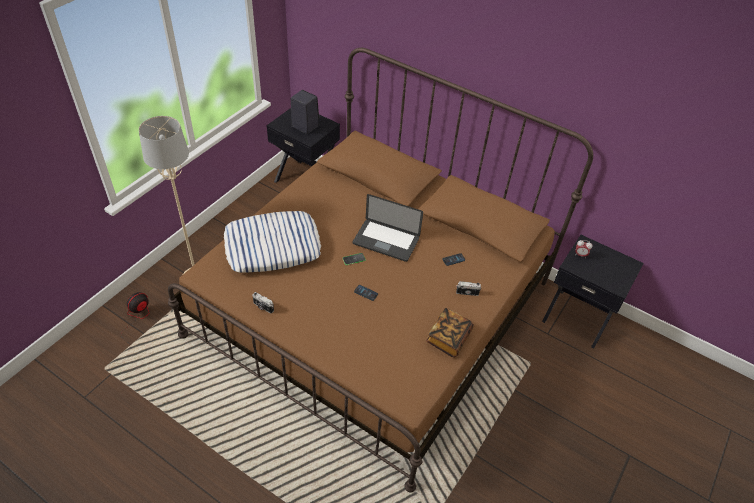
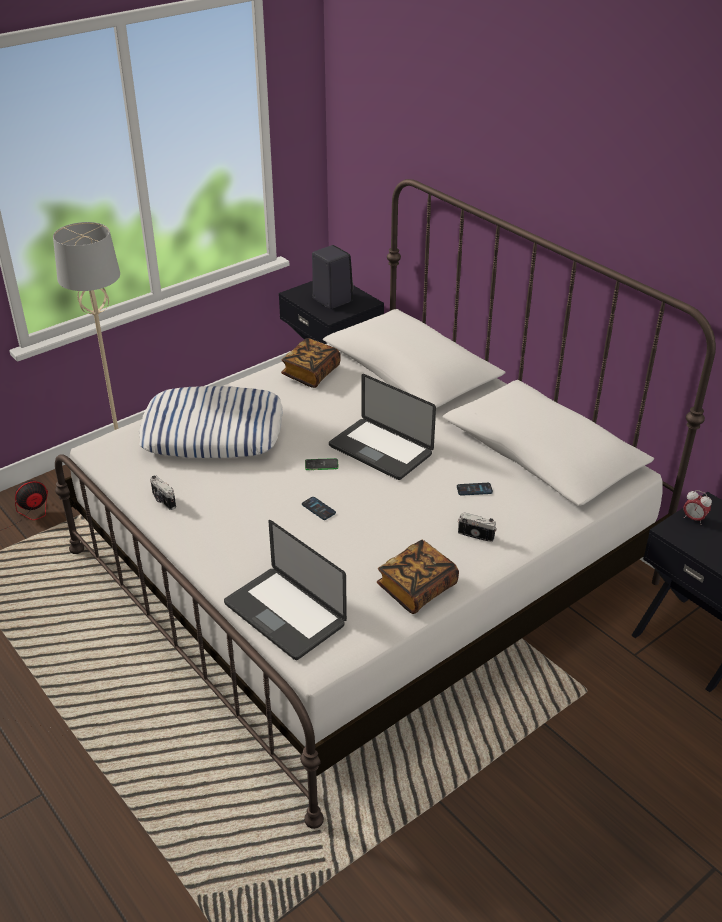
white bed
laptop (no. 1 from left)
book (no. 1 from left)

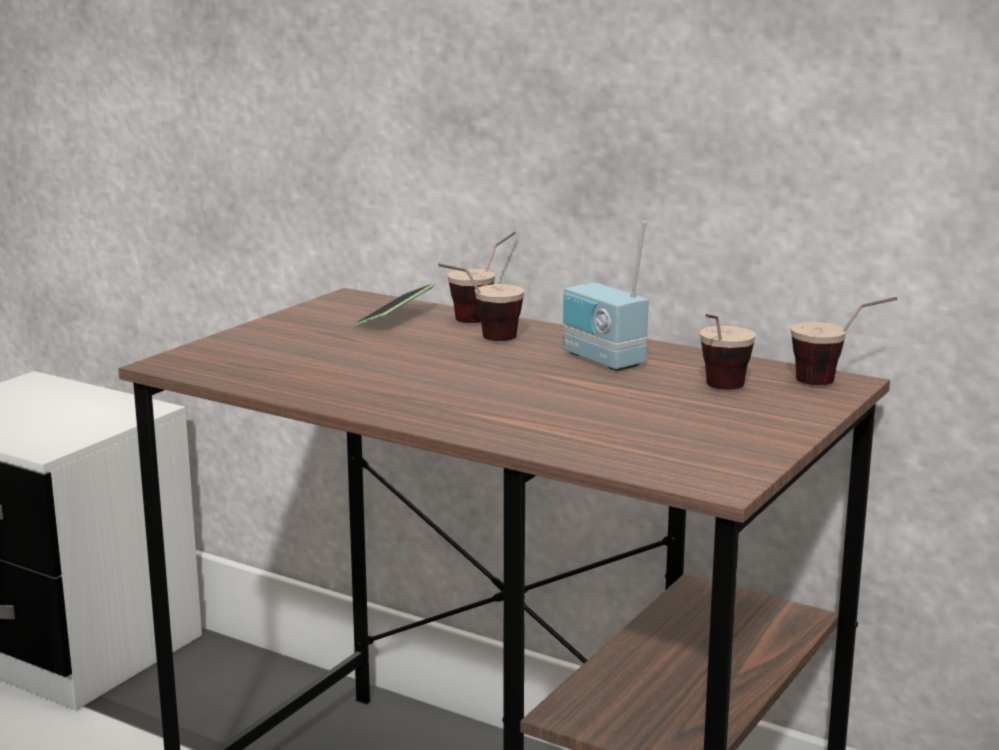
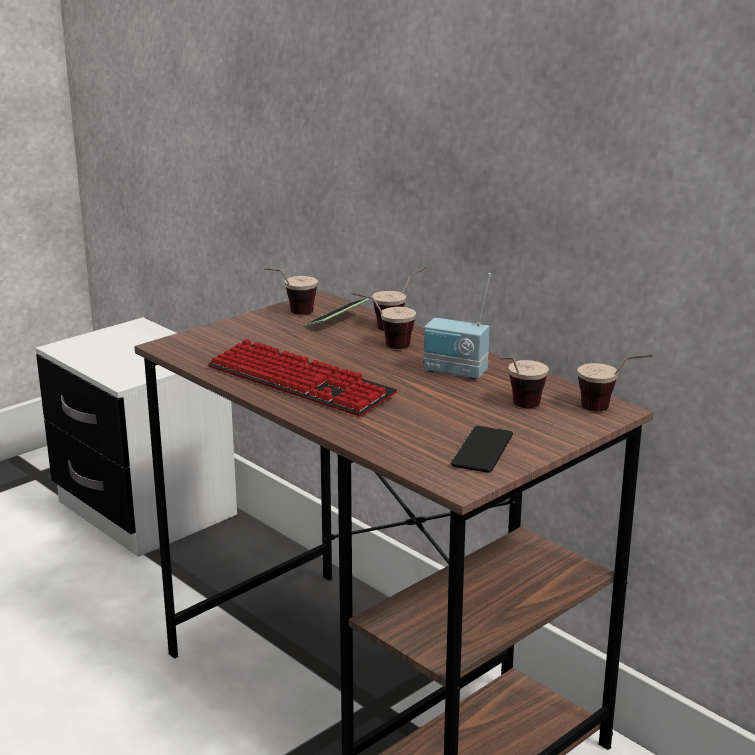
radio
keyboard
cup (no. 1 from left)
phone (no. 2 from left)

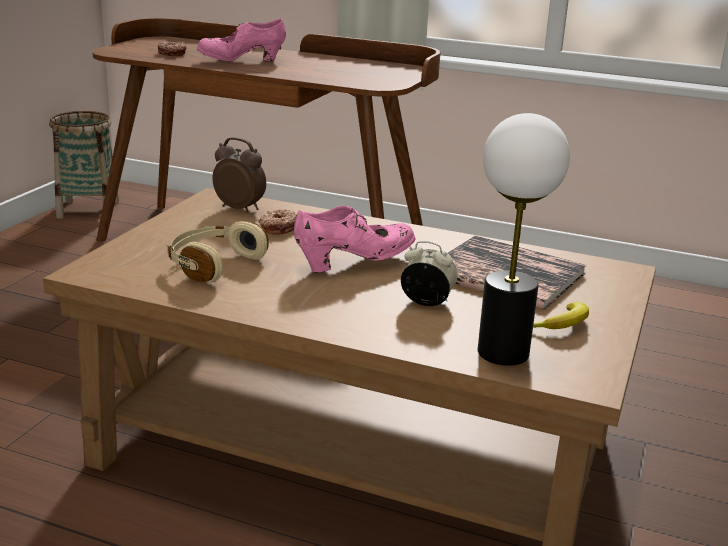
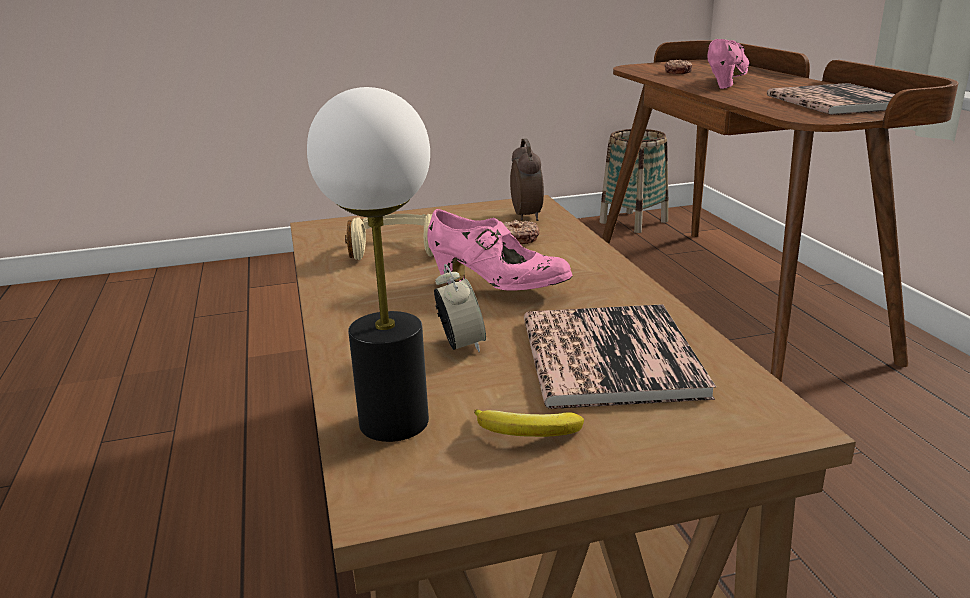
pink shoe (no. 2 from left)
book (no. 2 from left)

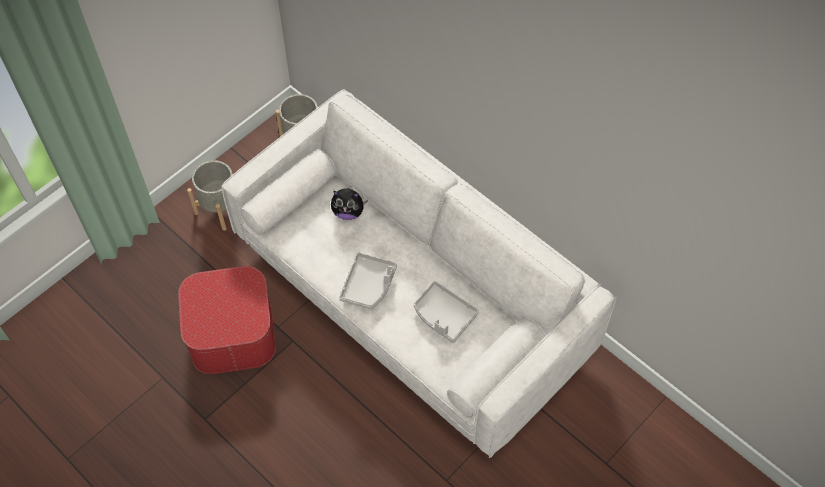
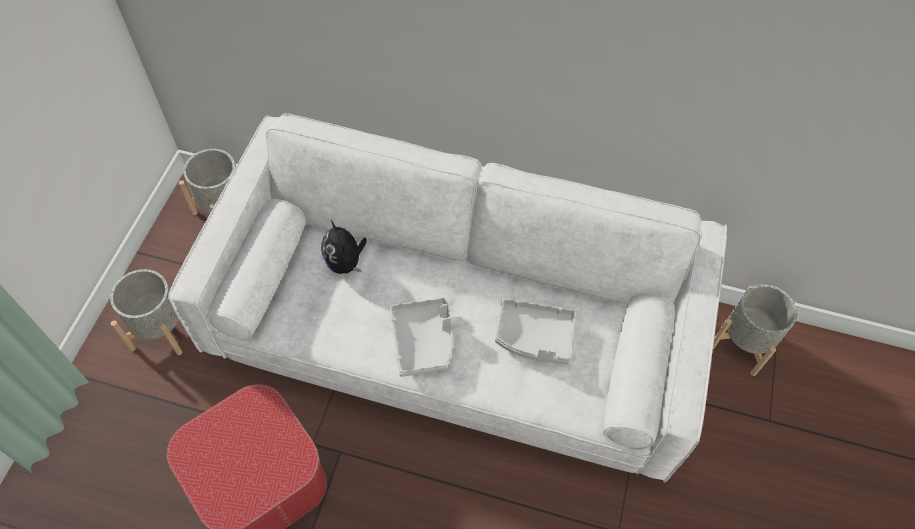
plush toy
grey planter (no. 3 from left)

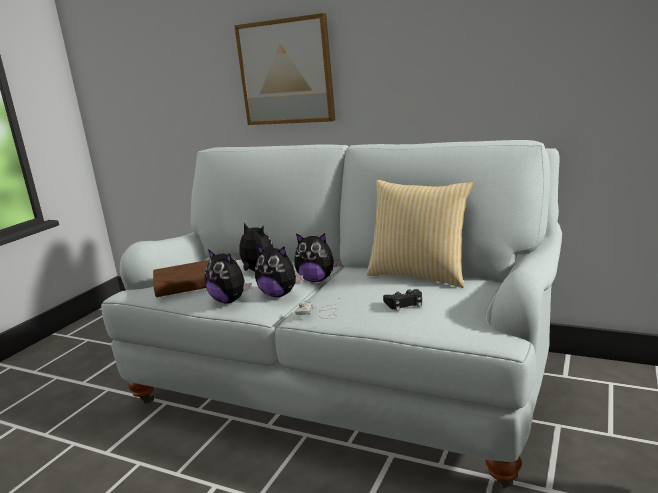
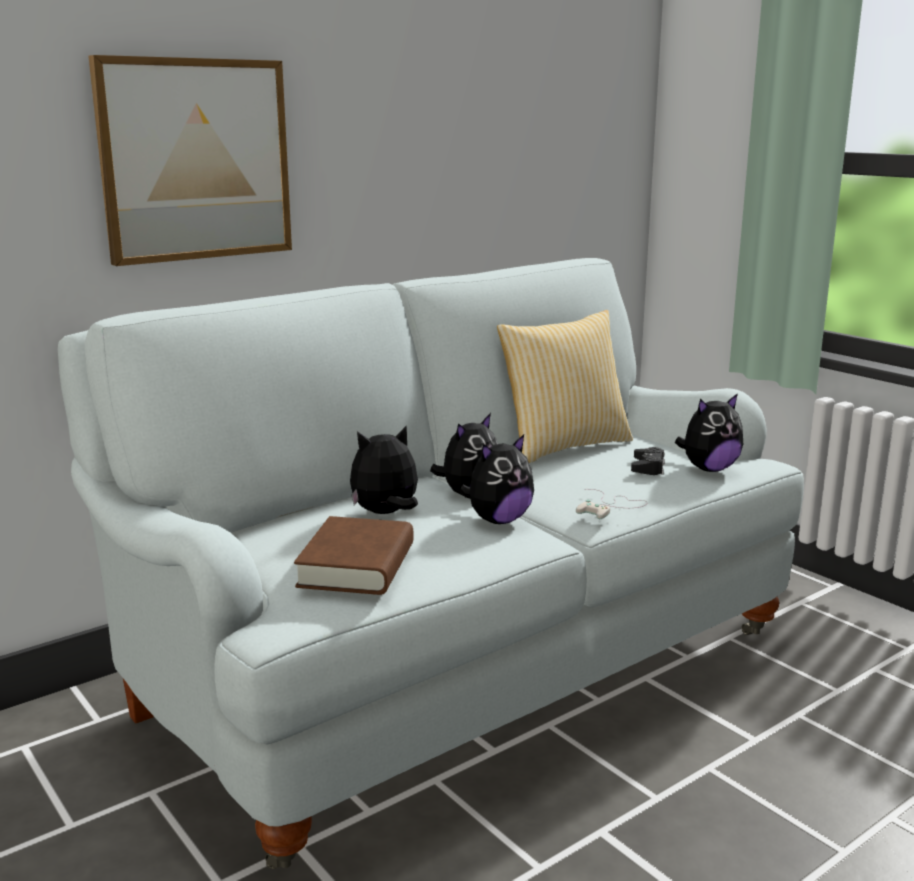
plush toy (no. 4 from left)

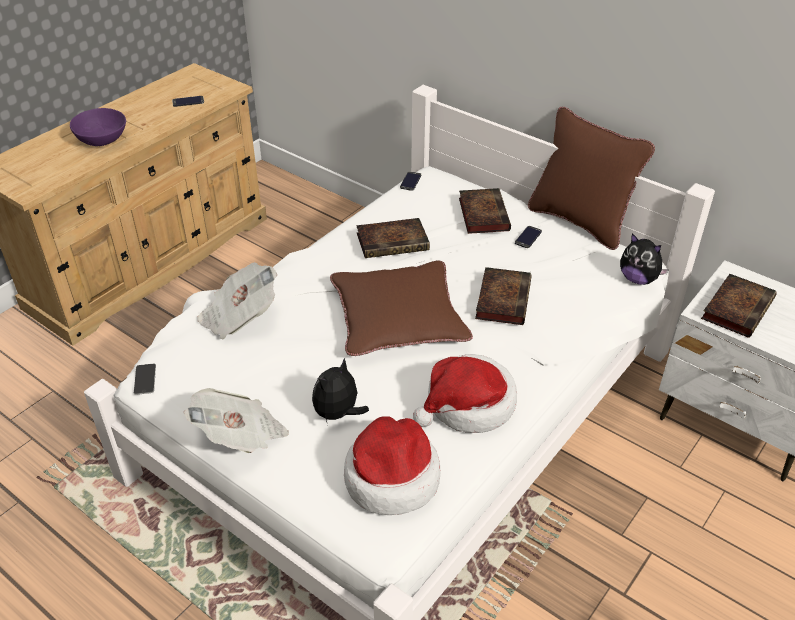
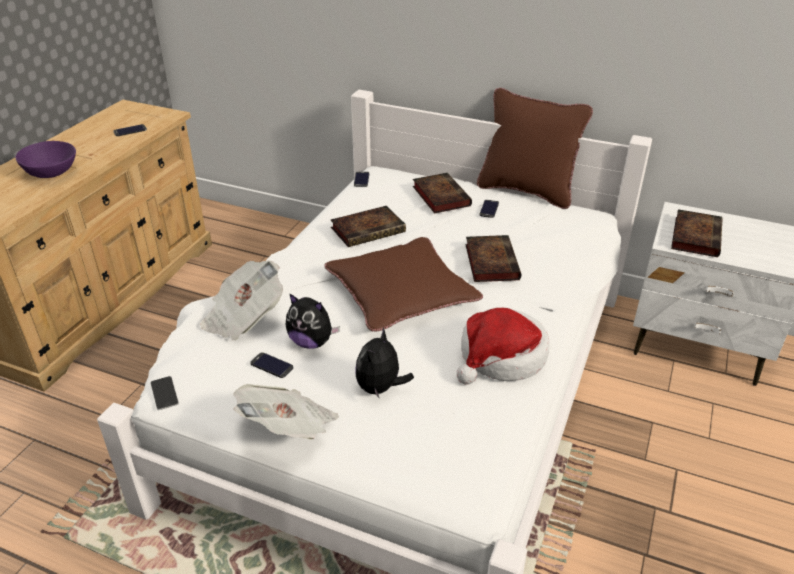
hat (no. 1 from left in the first image)
plush toy (no. 1 from left)
phone (no. 3 from left)

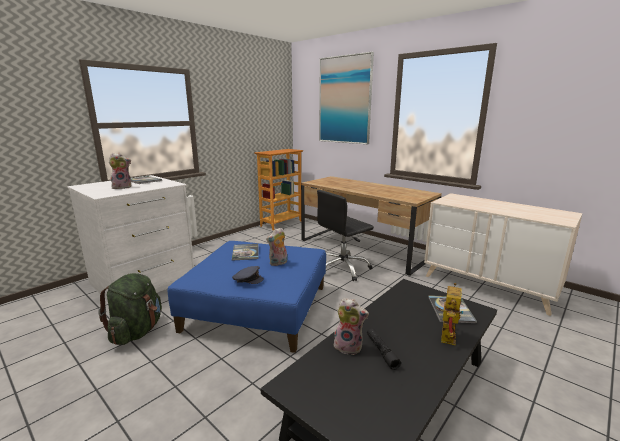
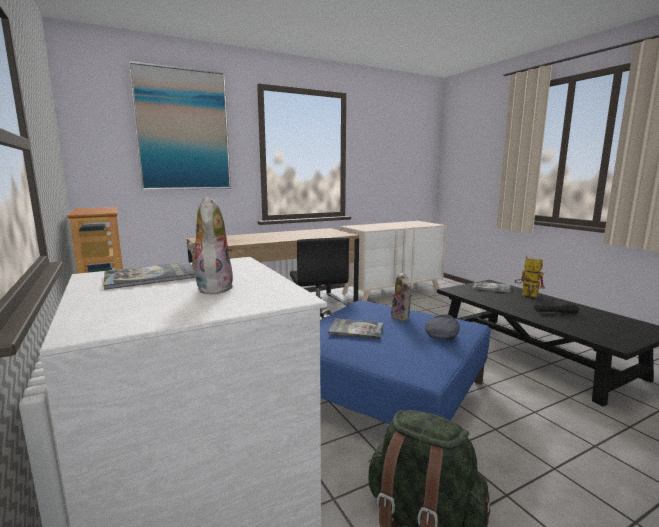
plush toy (no. 3 from left in the first image)

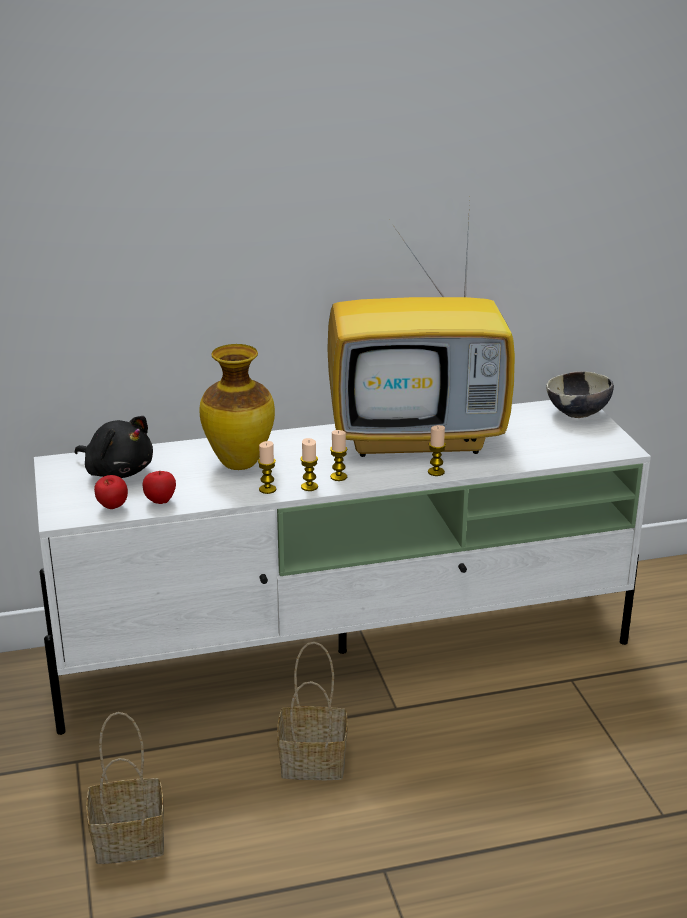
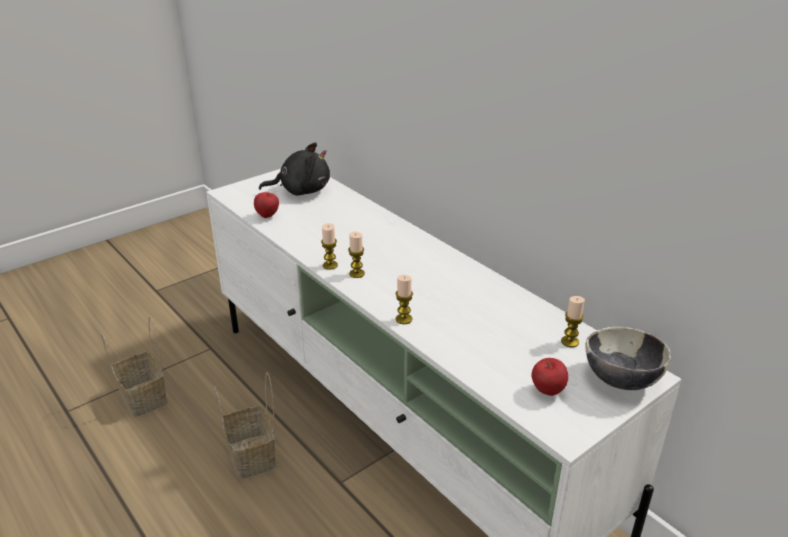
black plush toy
apple (no. 2 from left)
vase
candle (no. 4 from left)
television

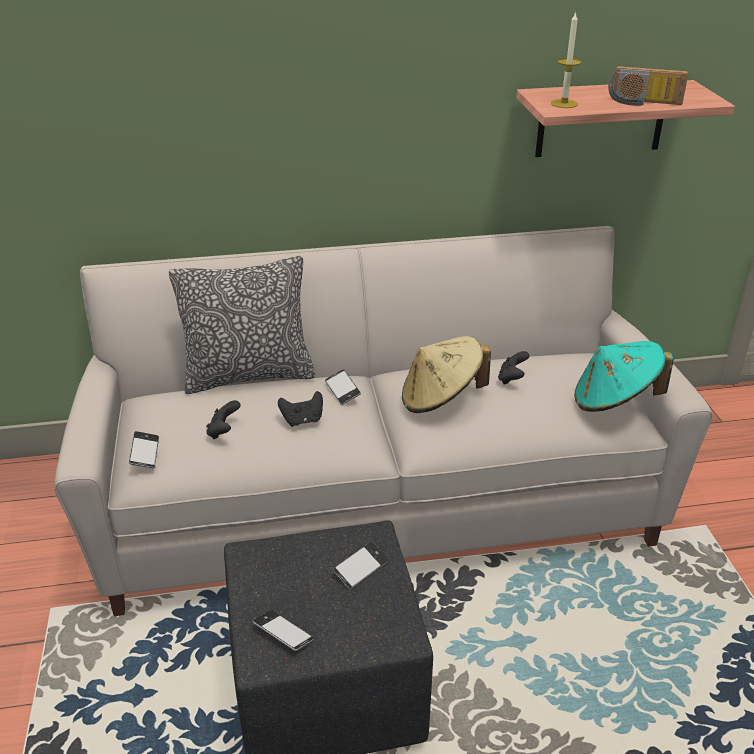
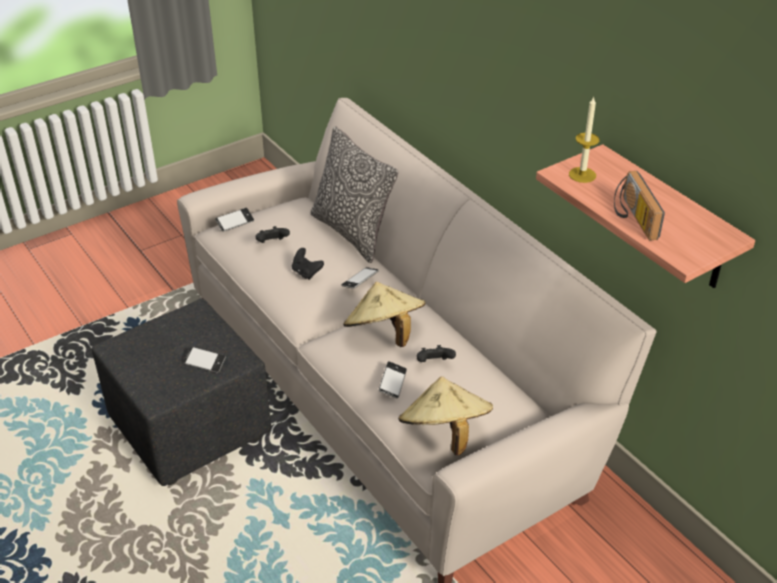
phone (no. 4 from left)
beige hat (no. 2 from left)

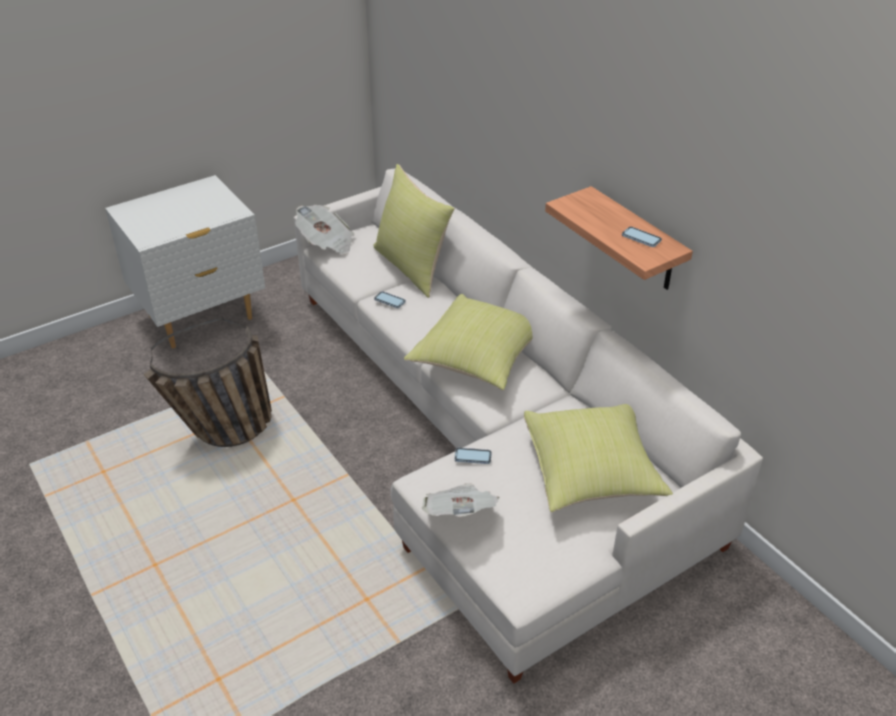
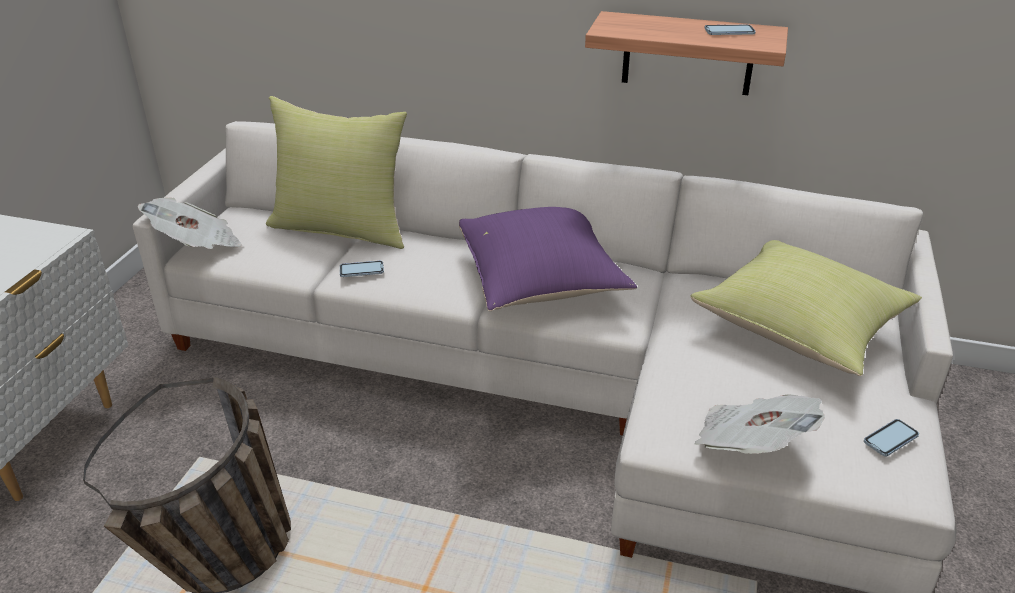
purple pillow
phone (no. 3 from left)

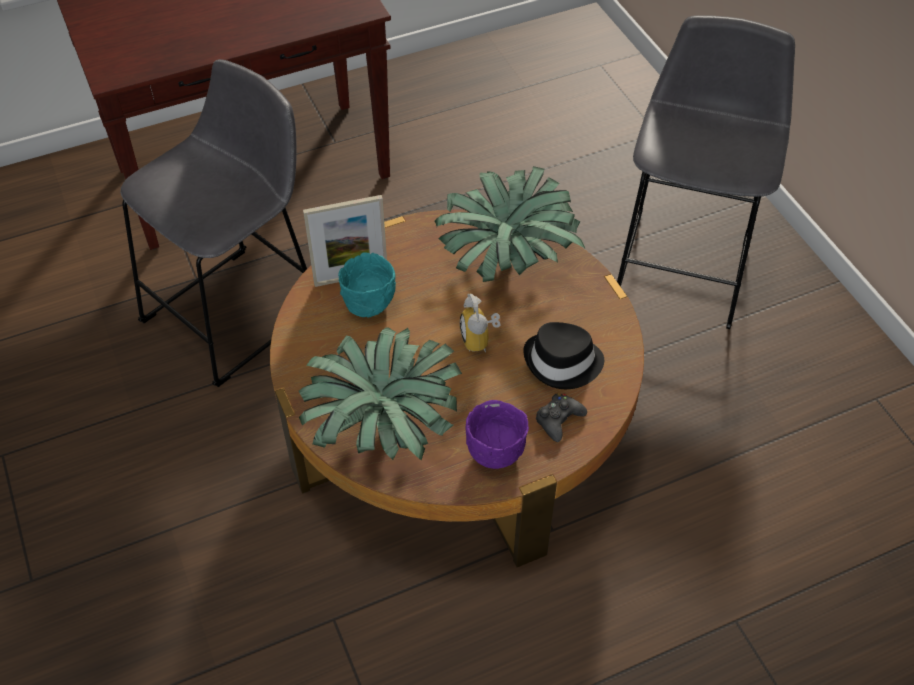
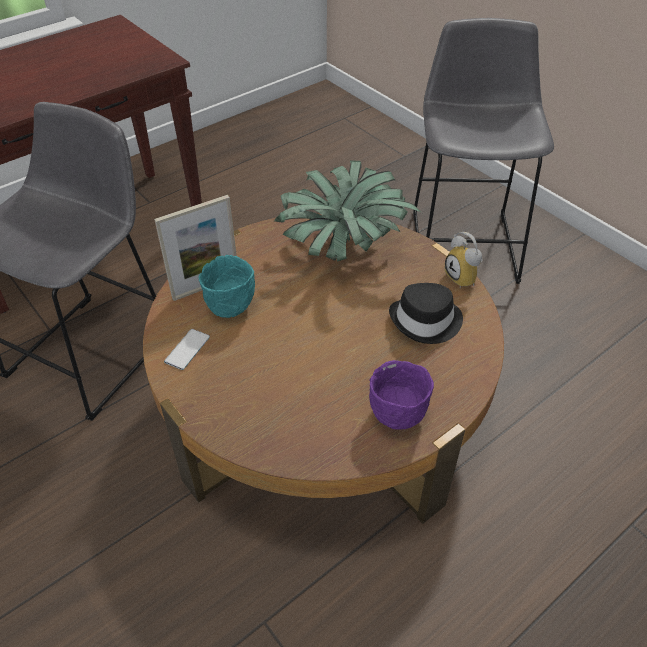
potted plant (no. 1 from left in the first image)
alarm clock
black game controller
phone

